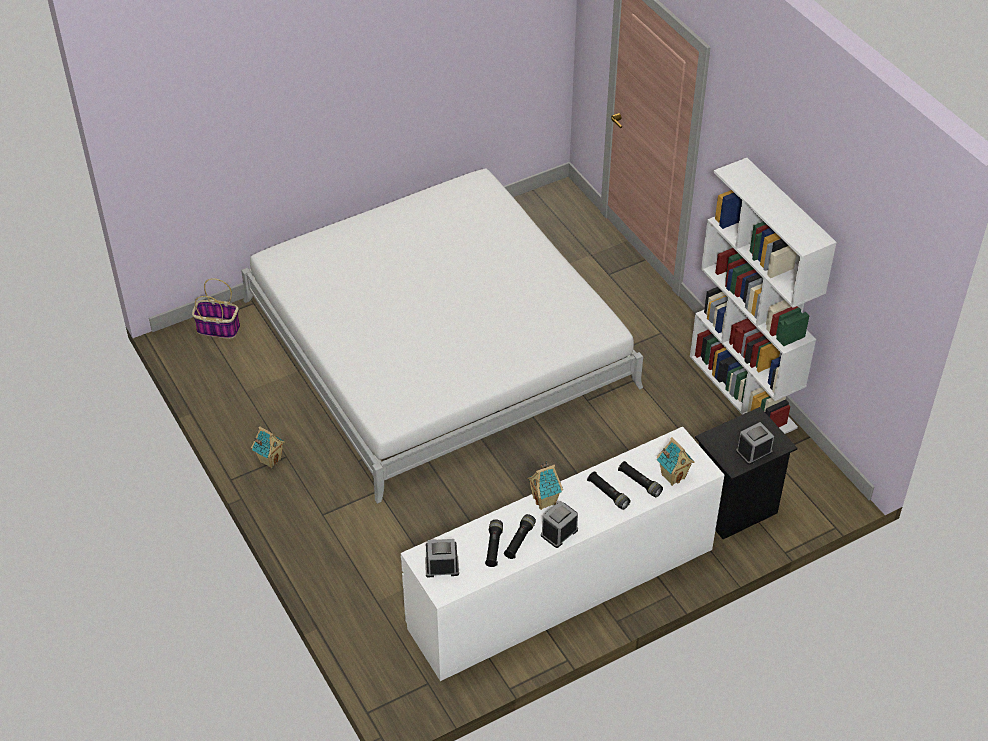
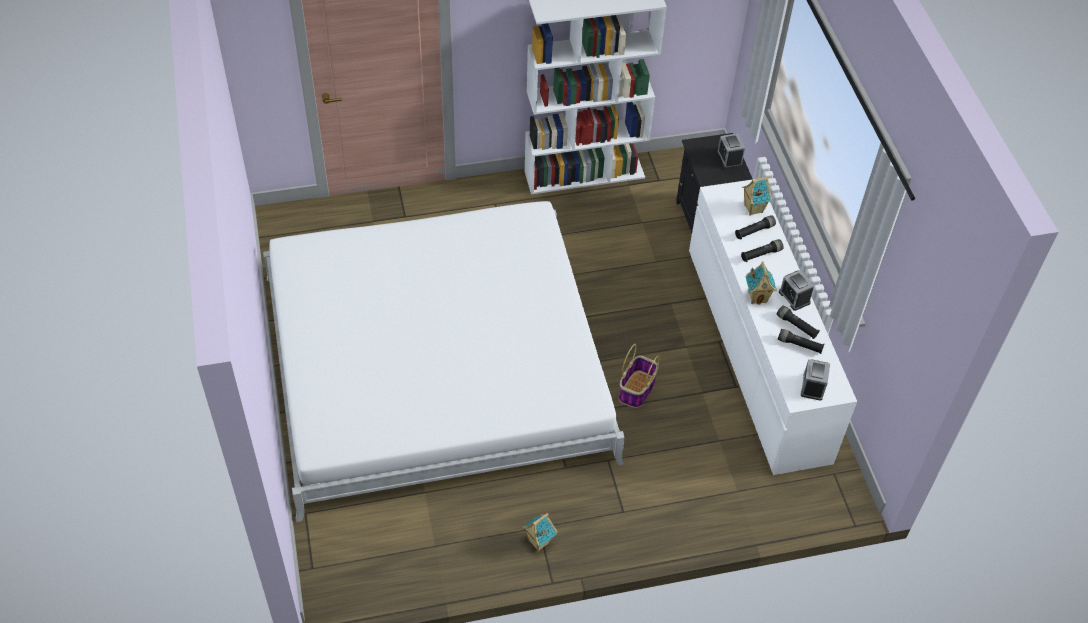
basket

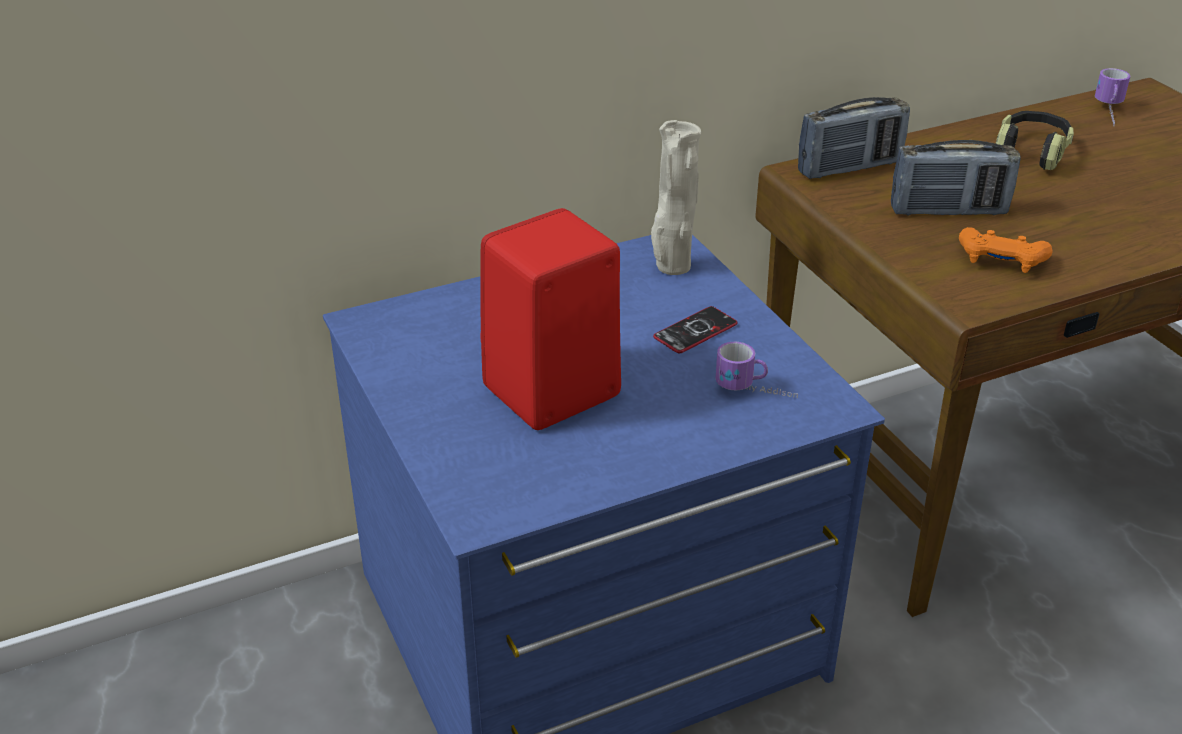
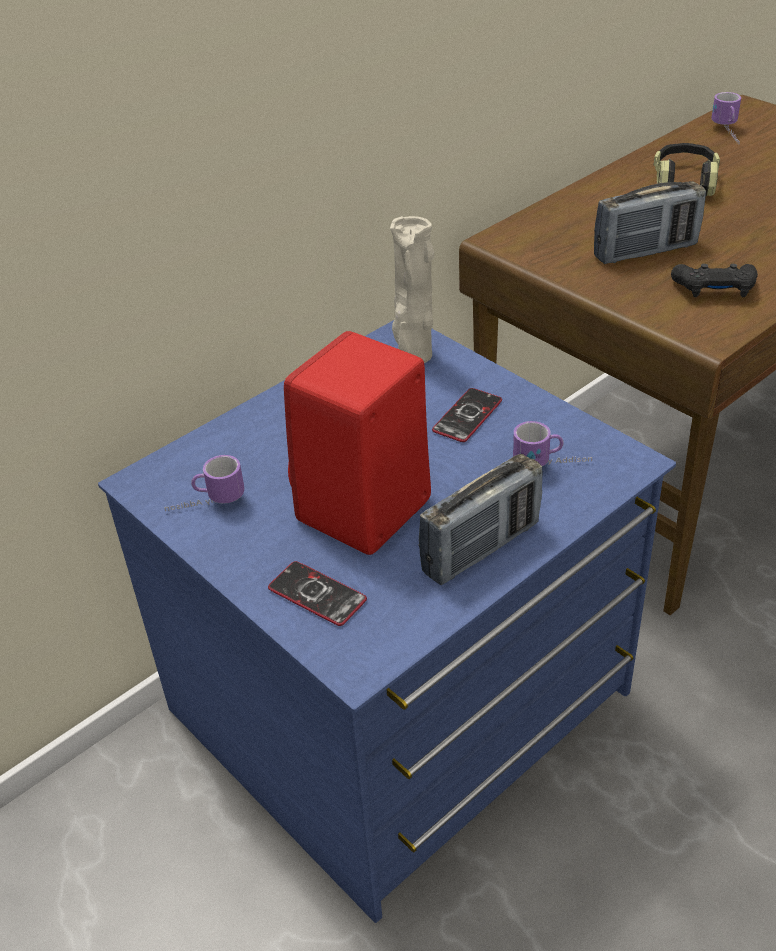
radio (no. 1 from left)
black game controller
mug (no. 1 from left)
phone (no. 1 from left)

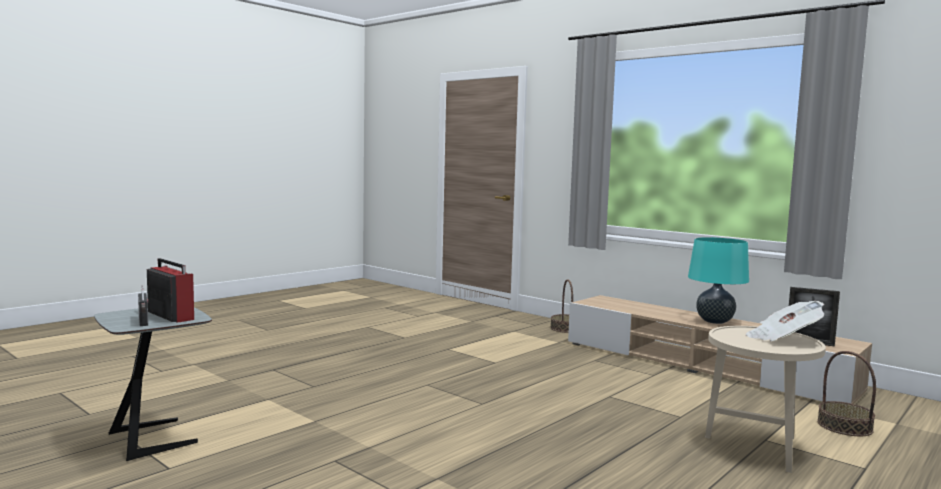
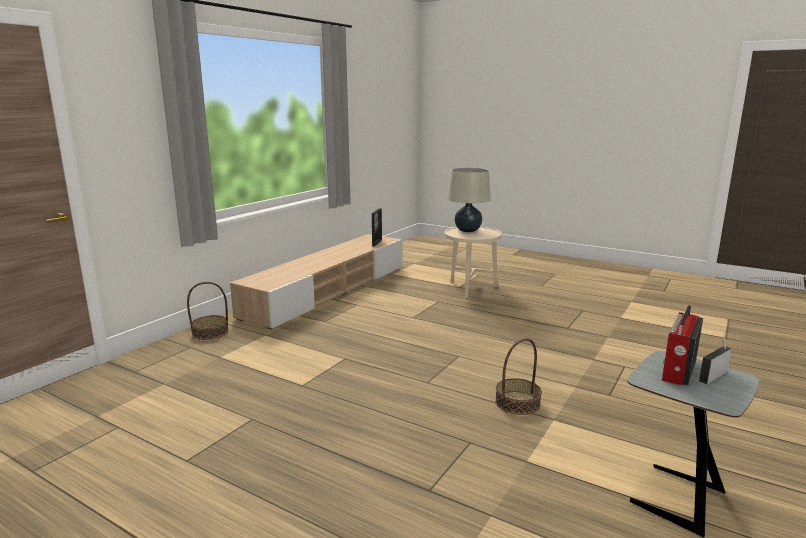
turquoise table lamp
beige table lamp
basket (no. 2 from left)

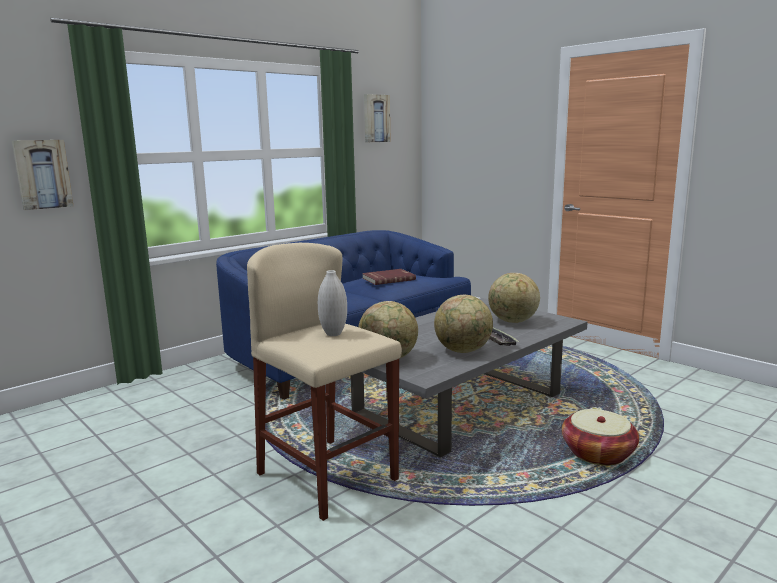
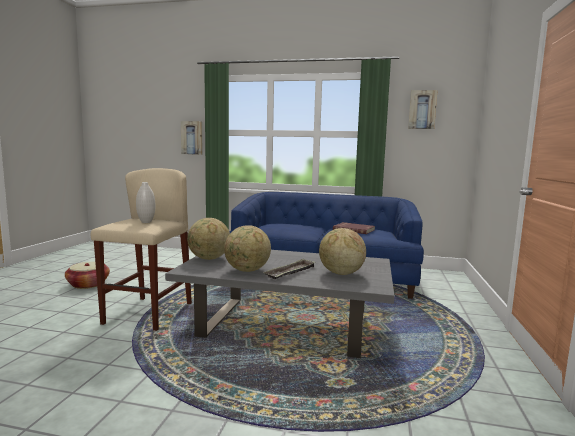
basket

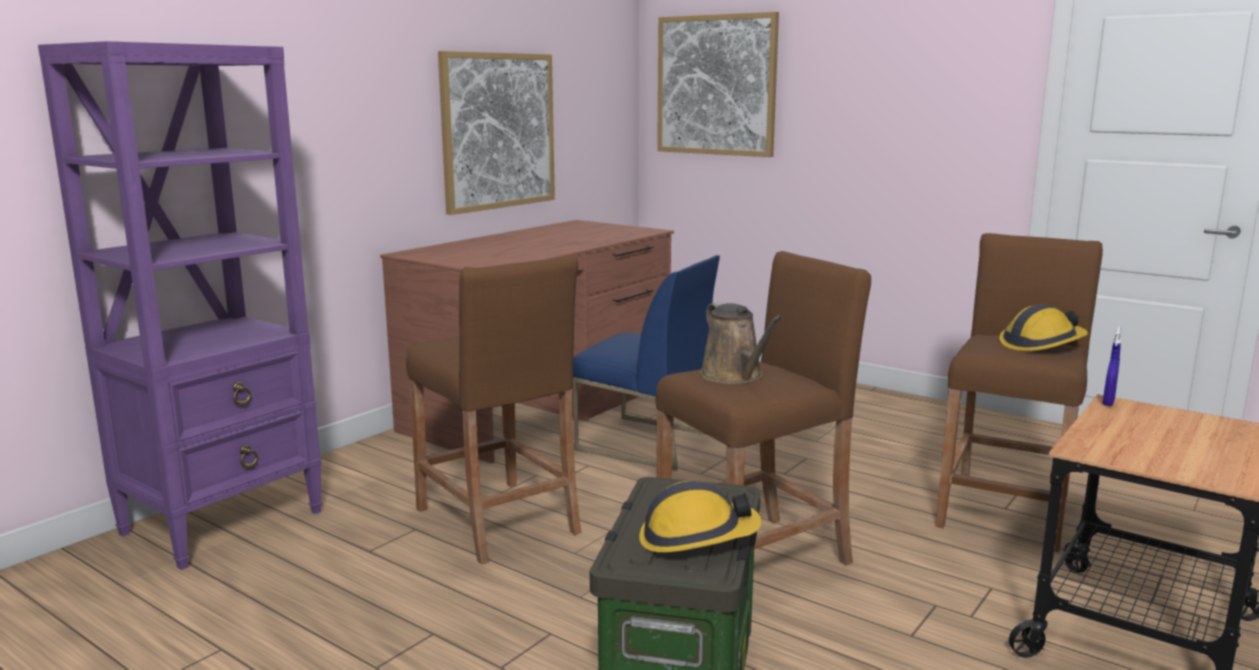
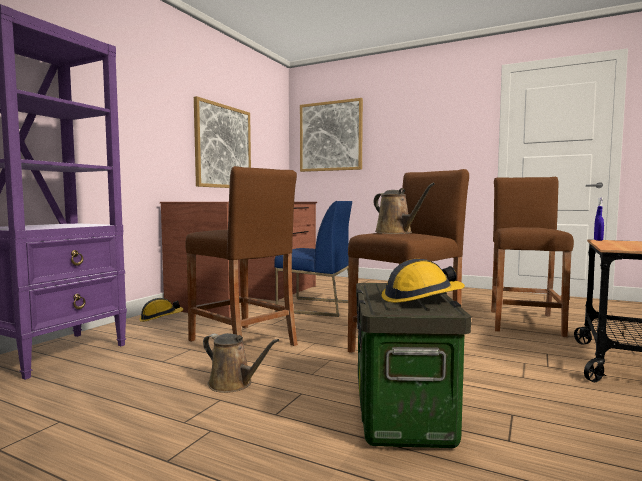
hard hat (no. 1 from left)
brown watering can (no. 1 from left)

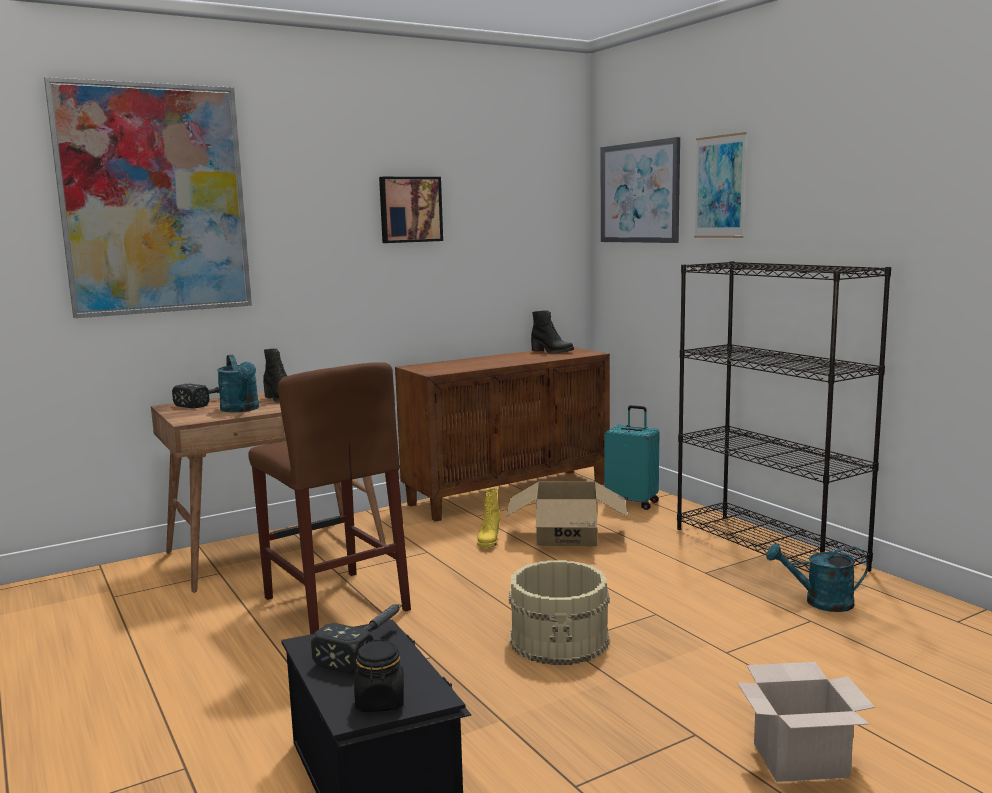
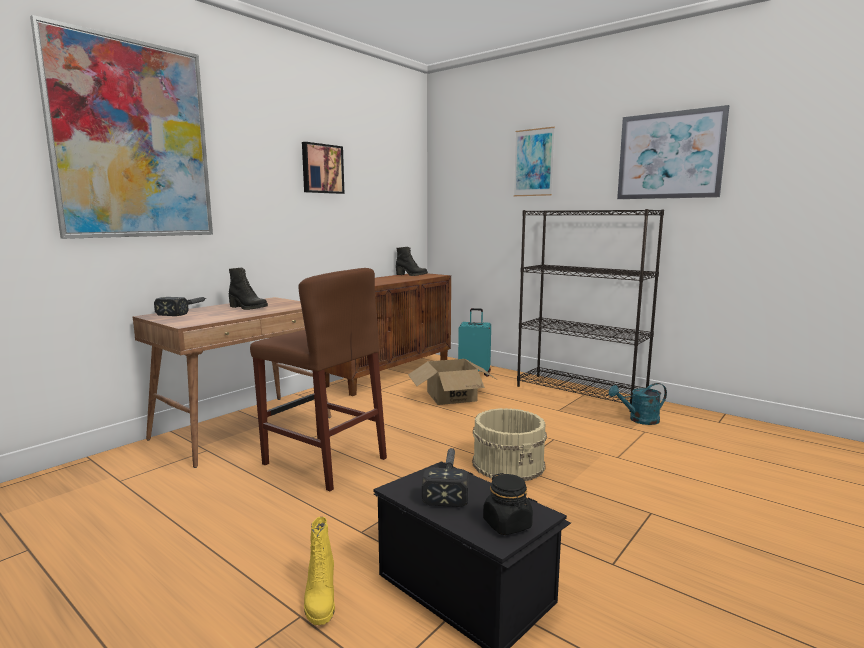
turquoise watering can (no. 1 from left in the first image)
yellow boot
picture (no. 4 from left)
cardboard box (no. 2 from left in the first image)

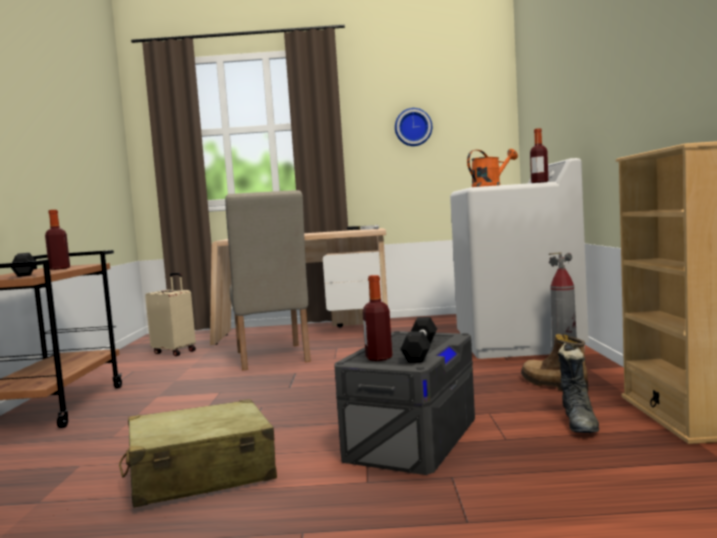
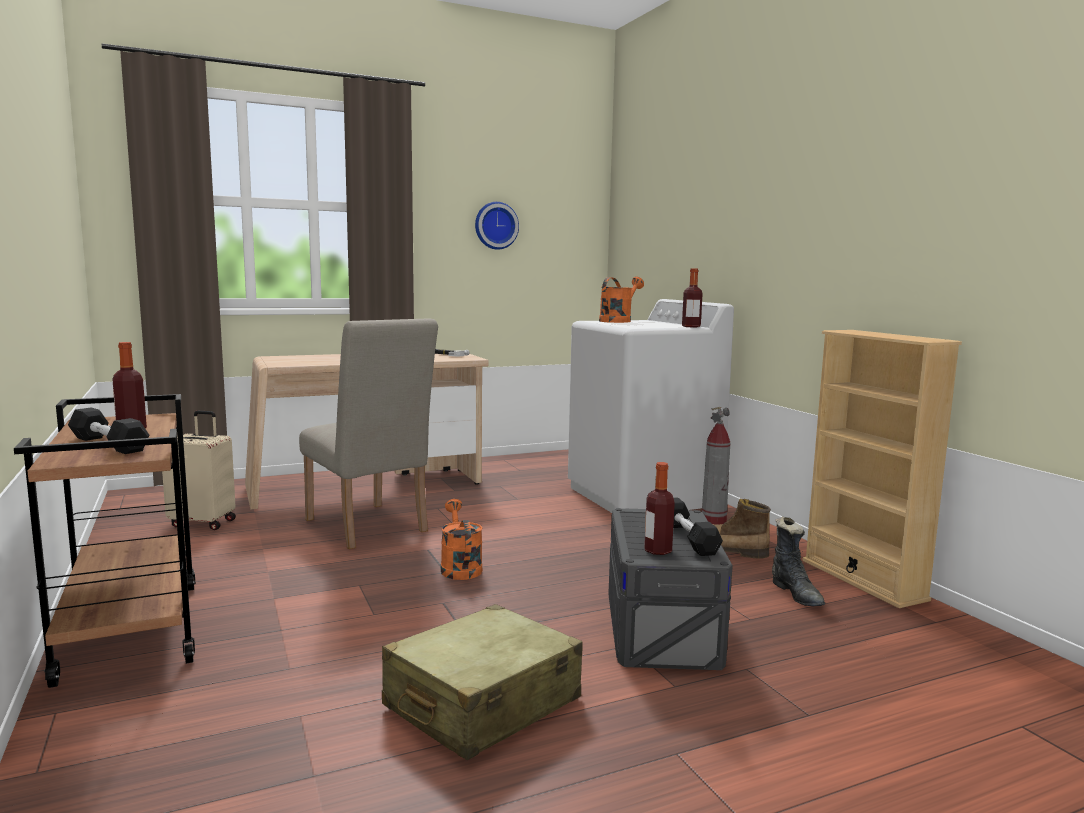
orange watering can (no. 1 from left)

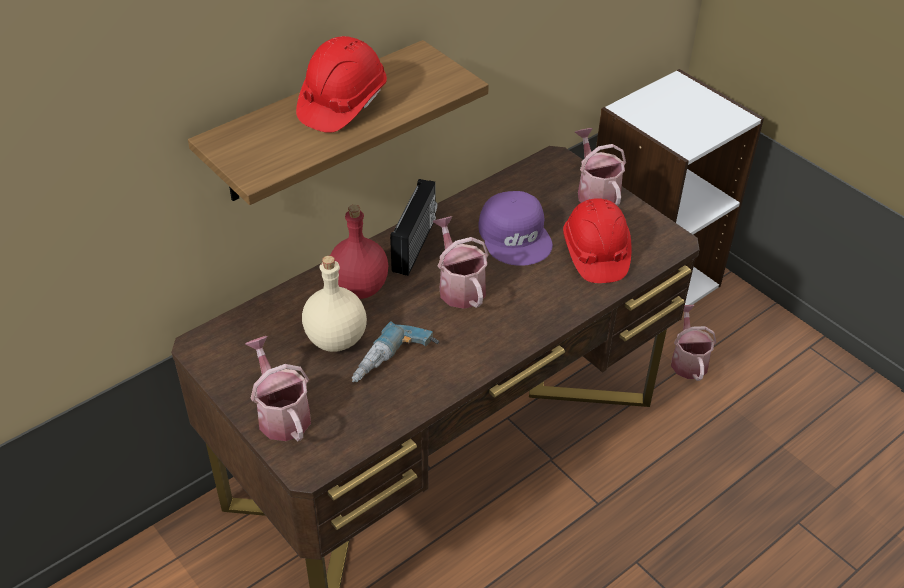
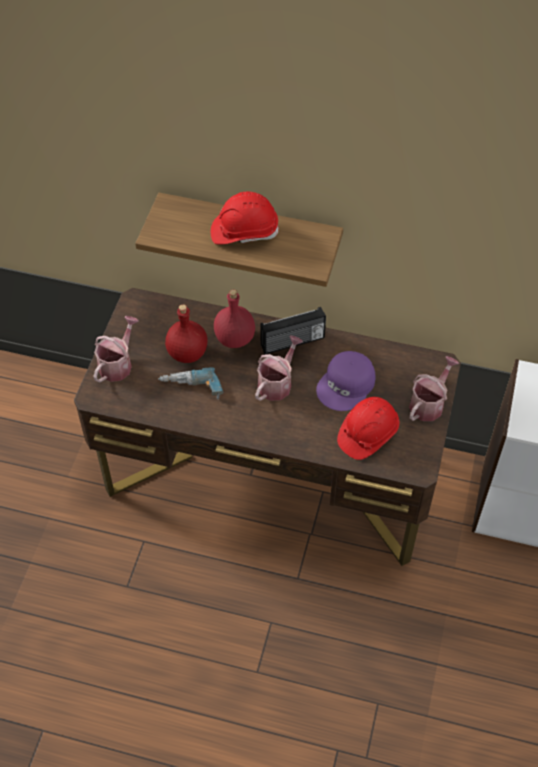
red bottle (no. 1 from left)
watering can (no. 4 from left in the first image)

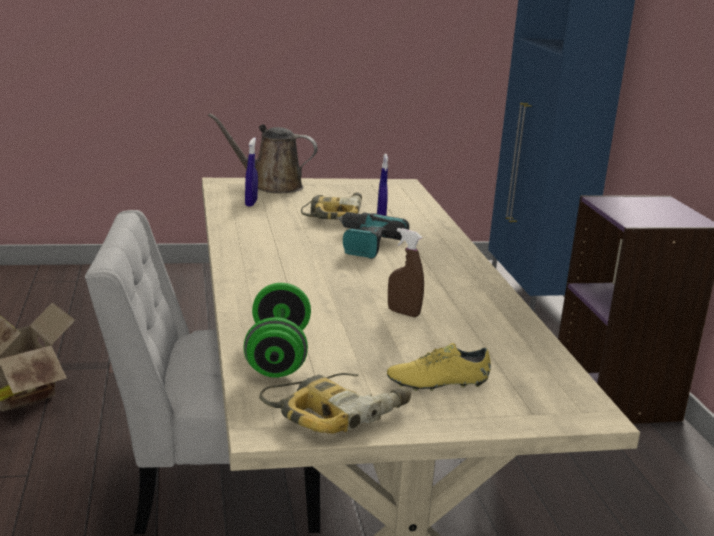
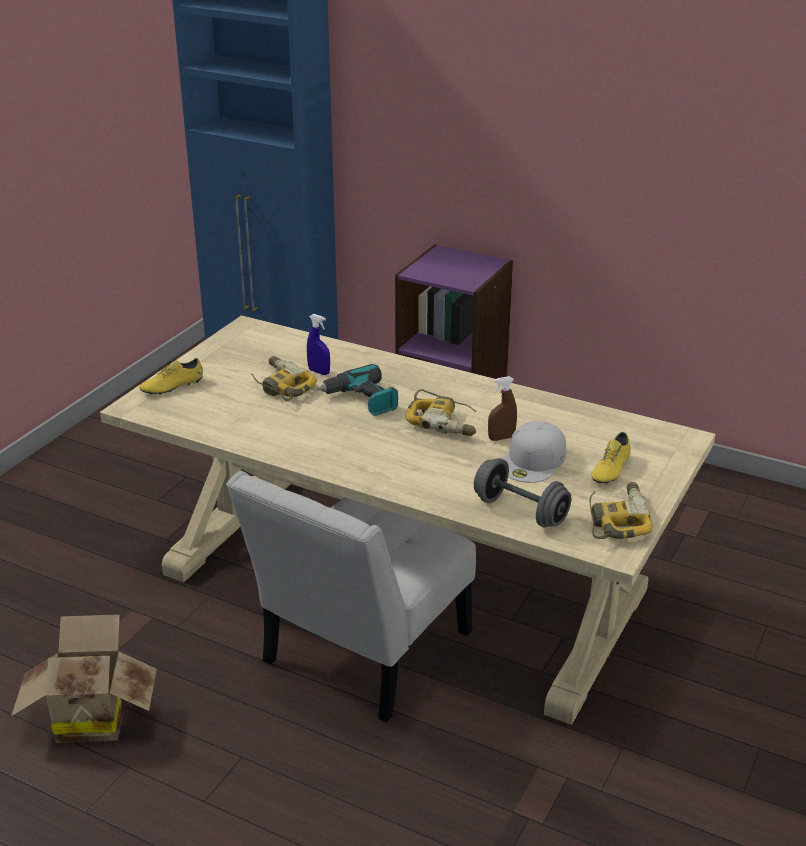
yellow shoe (no. 1 from left)
grey dumbbell
blue spray bottle (no. 1 from left in the first image)
power drill (no. 3 from left)
white cap

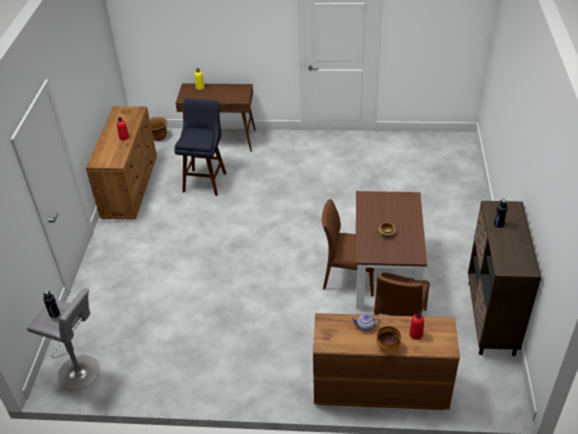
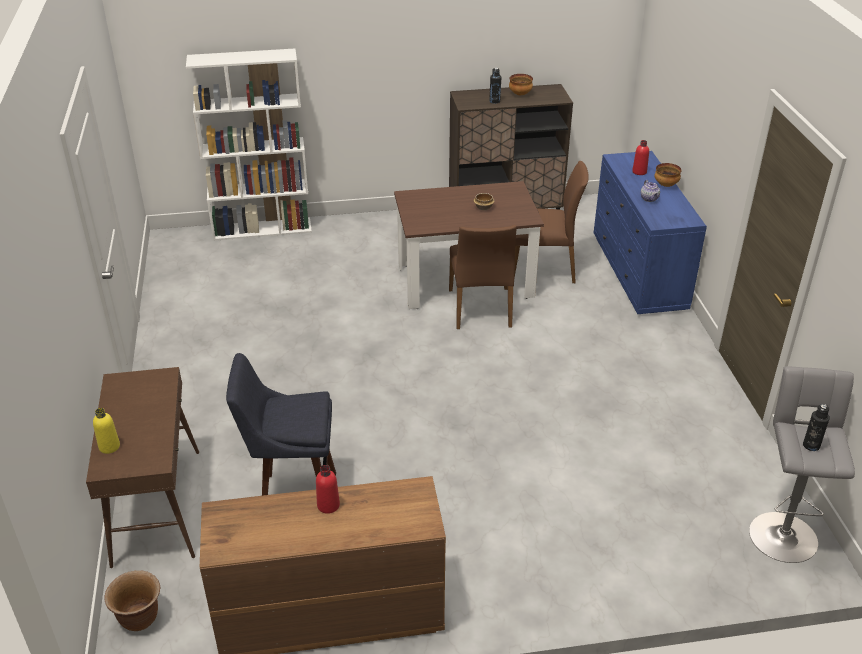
blue dresser
white bookcase
bowl (no. 2 from left)

